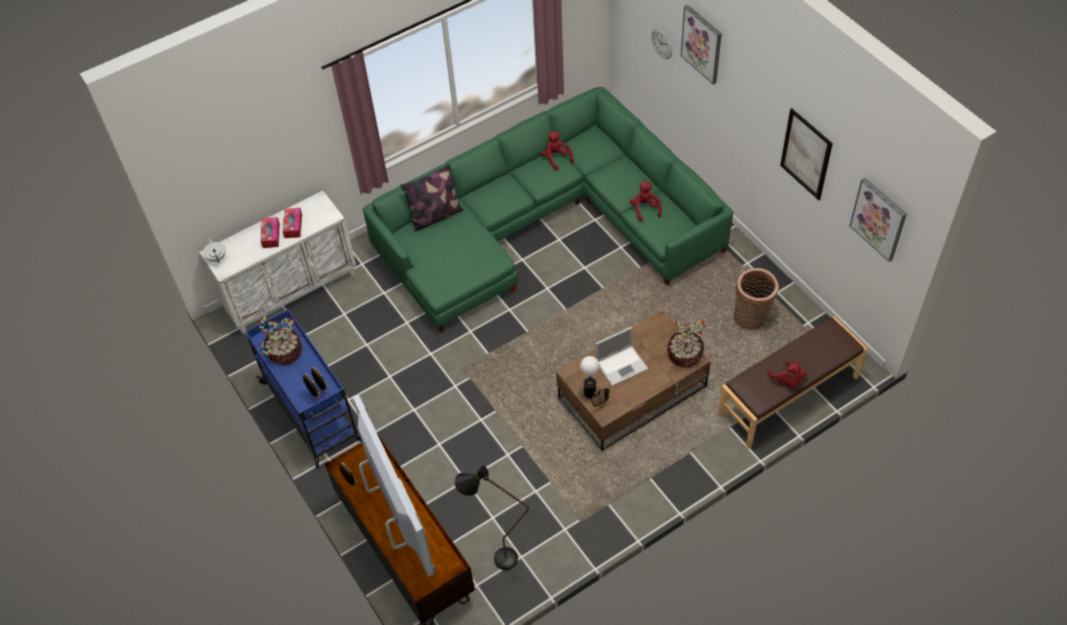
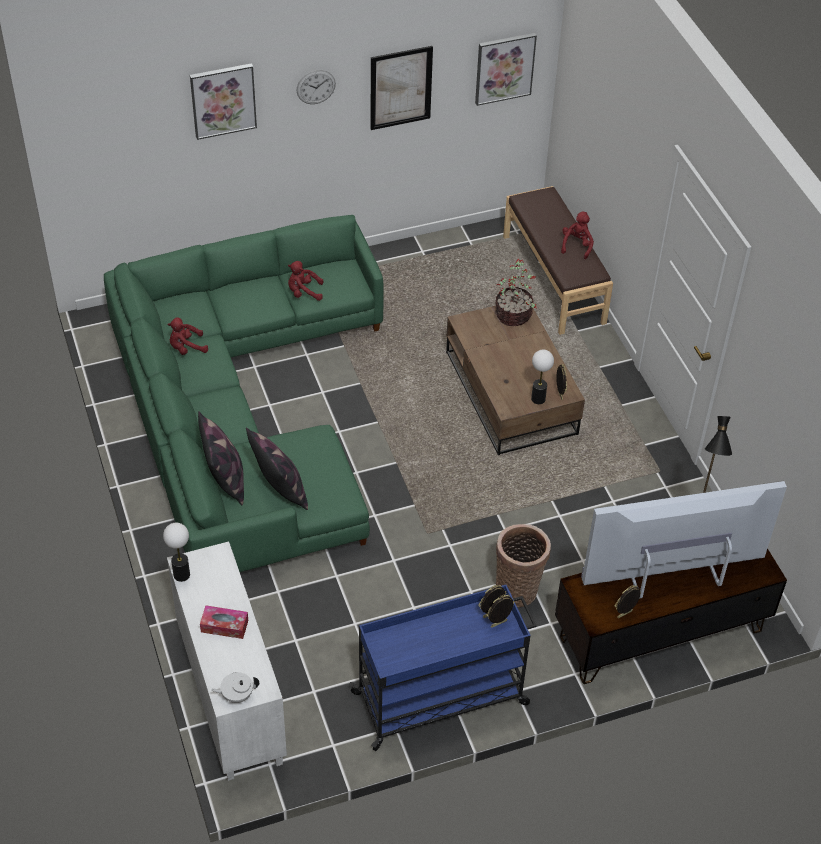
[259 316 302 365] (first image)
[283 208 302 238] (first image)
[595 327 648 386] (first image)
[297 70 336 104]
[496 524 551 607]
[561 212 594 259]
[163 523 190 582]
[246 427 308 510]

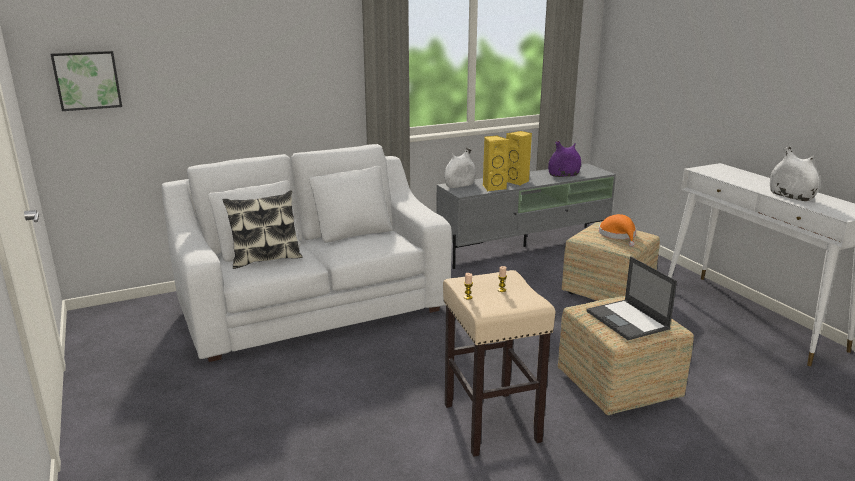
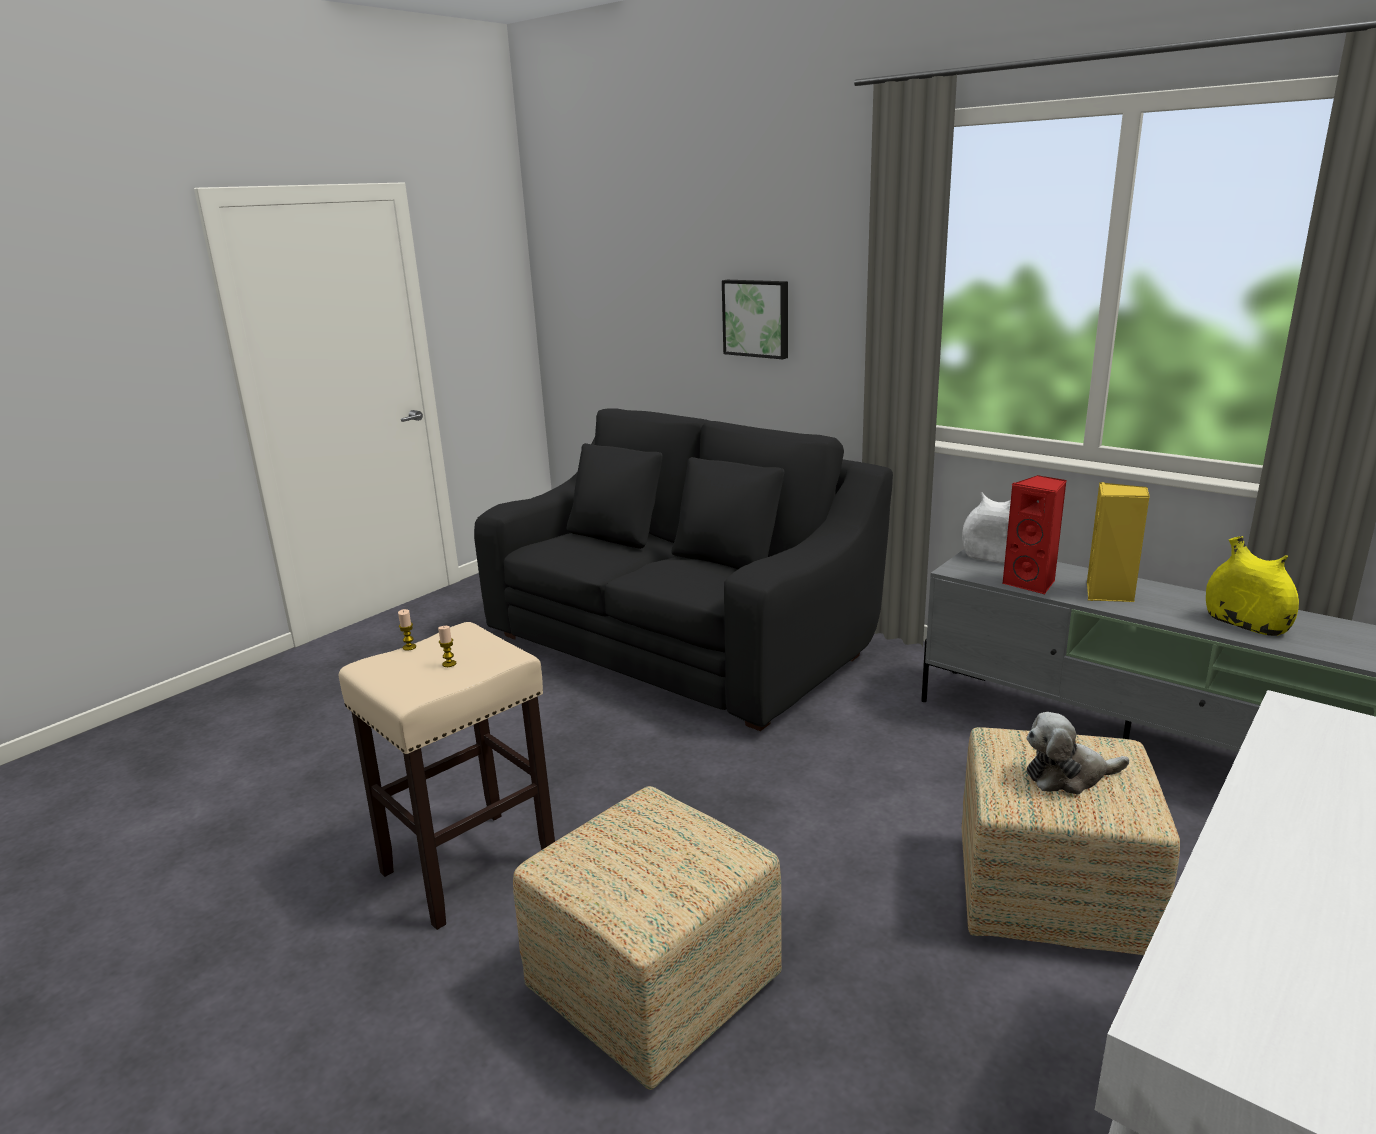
[722 280 788 359]
[474 408 893 731]
[223 190 303 269] (first image)
[1002 475 1067 595]
[1206 536 1299 636]
[586 256 677 340] (first image)
[1026 712 1129 794]
[770 146 819 201] (first image)

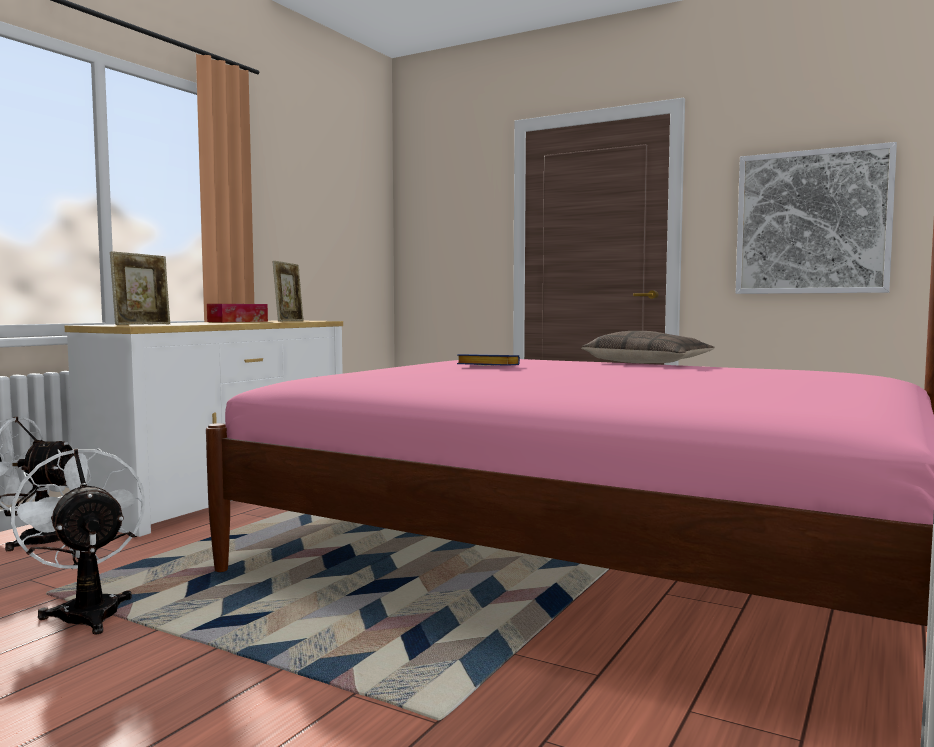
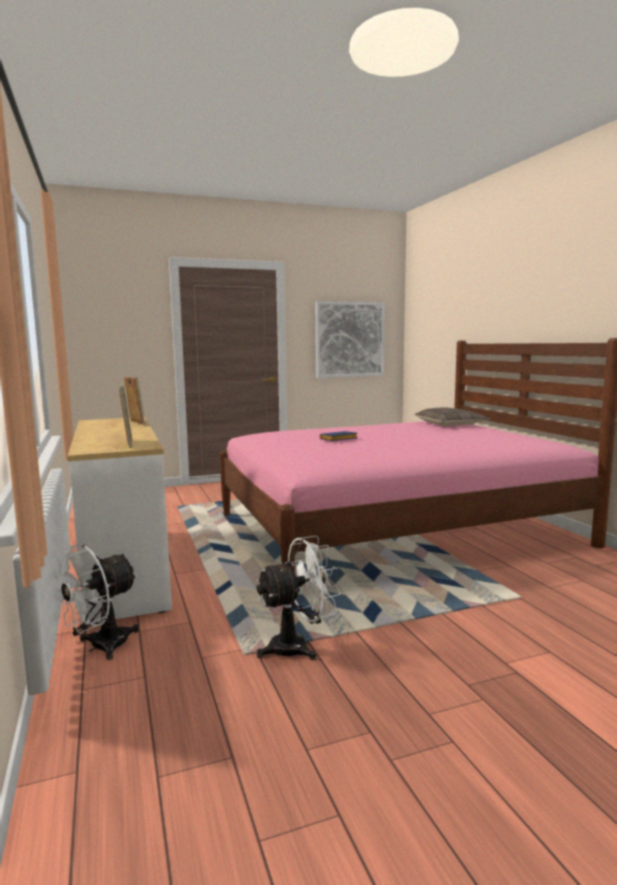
[256 536 341 660]
[207 304 268 322] (first image)
[415 407 490 426]

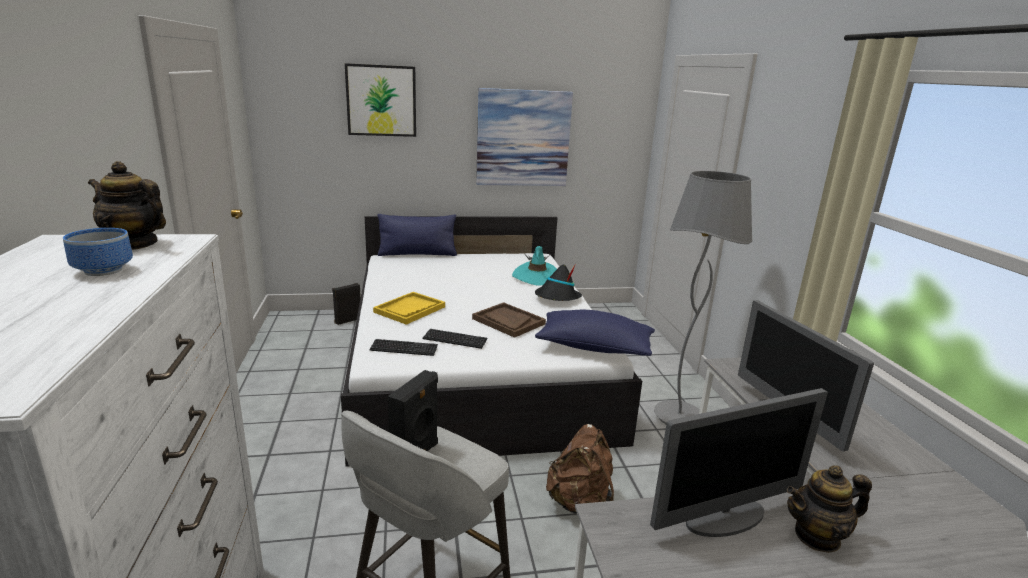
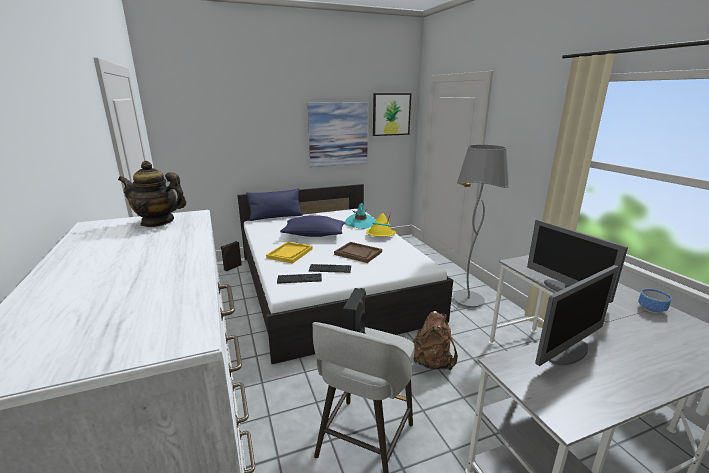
[638 289 672 313]
[373 93 411 136]
[366 213 396 237]
[280 215 345 237]
[787 465 872 553] (first image)

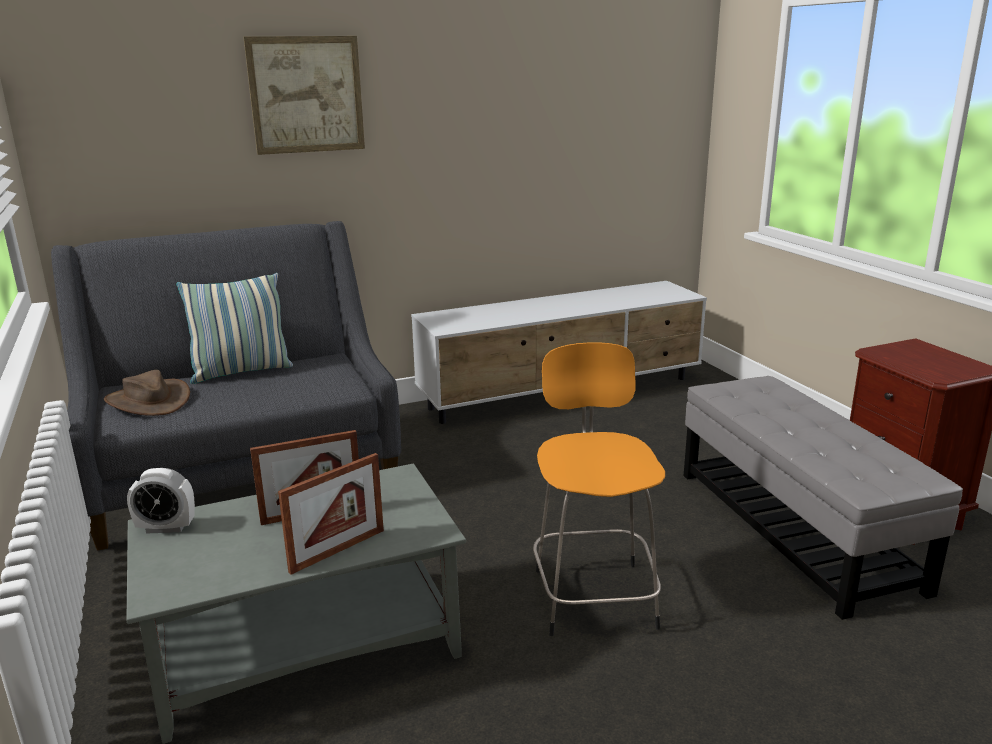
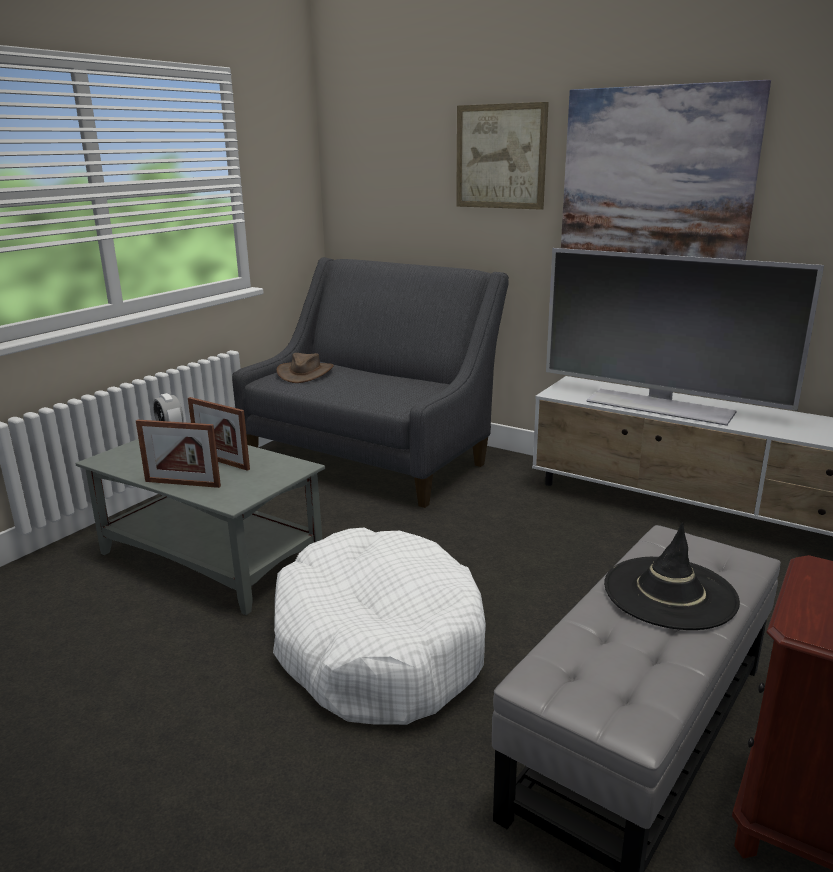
[176 273 293 384] (first image)
[273 528 486 725]
[546 248 824 426]
[561 80 771 260]
[604 523 740 630]

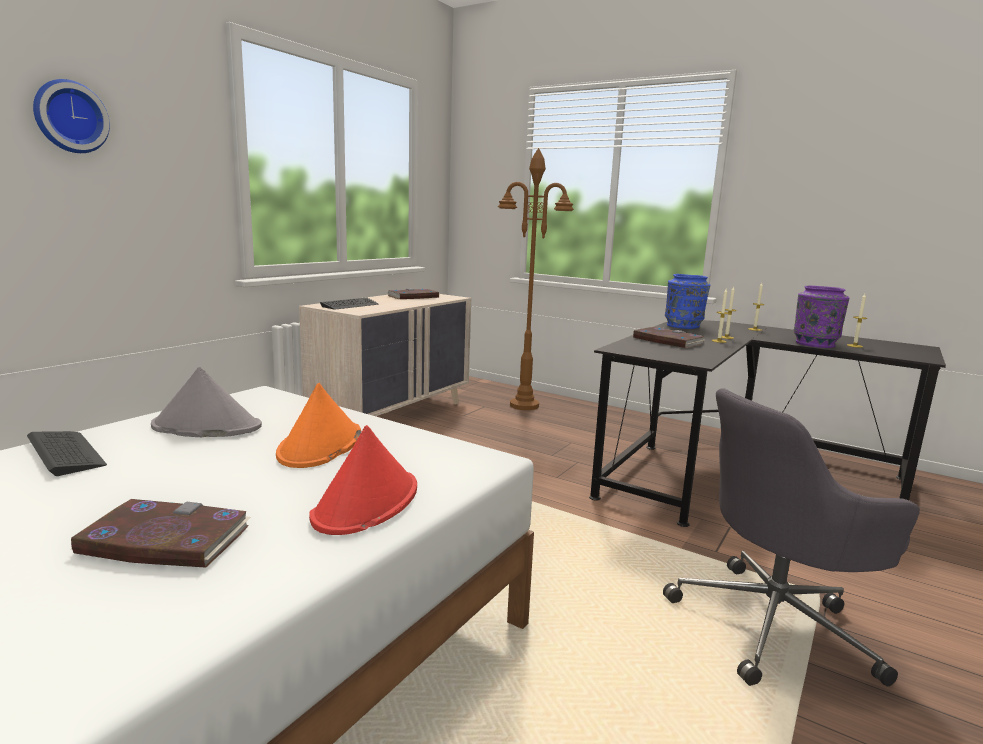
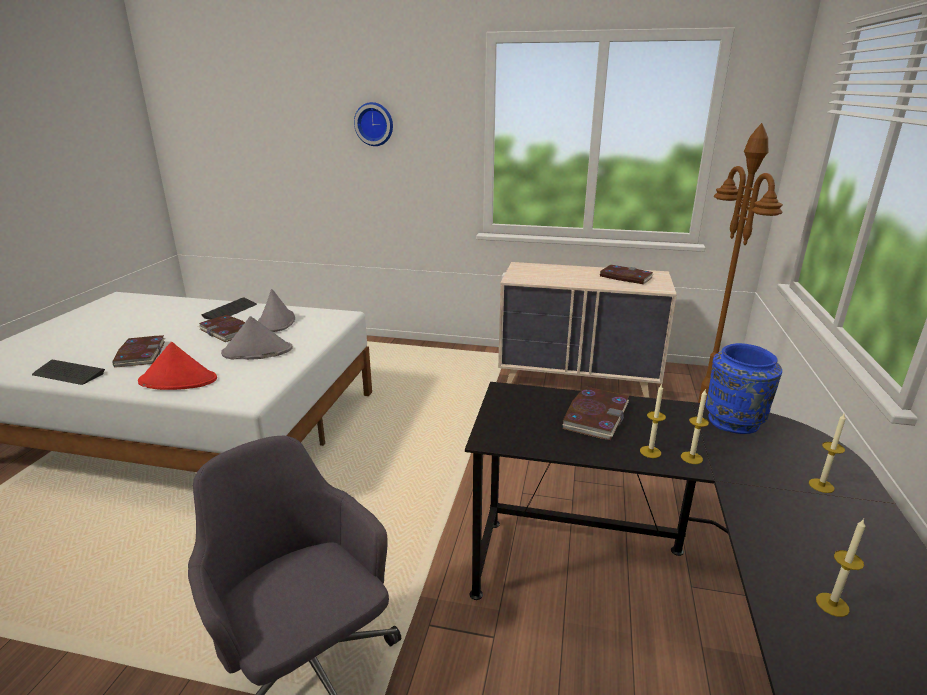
[221 316 293 360]
[32 360 105 385]
[793 286 849 348] (first image)
[198 315 245 342]

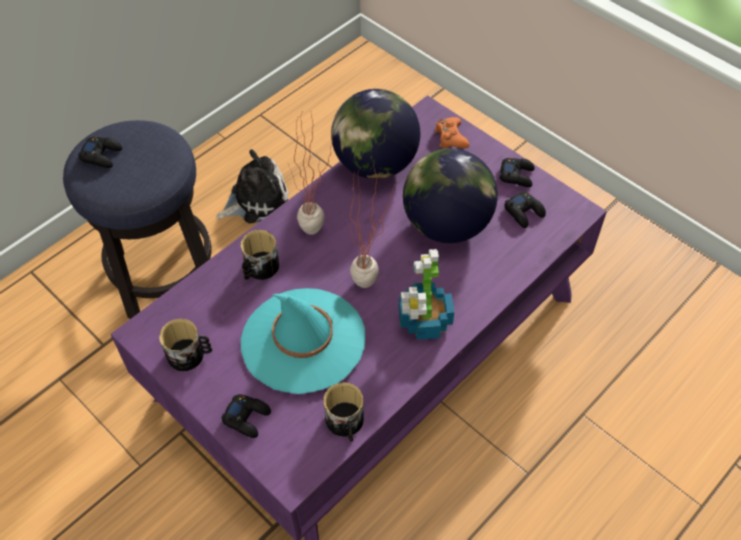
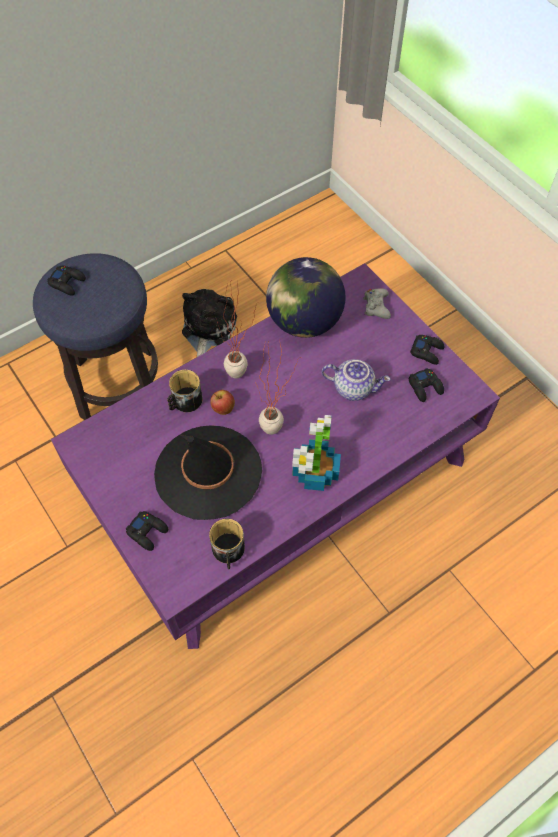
[159 319 212 371] (first image)
[182 289 237 357]
[154 425 262 520]
[322 359 391 401]
[363 289 391 319]
[210 390 235 415]

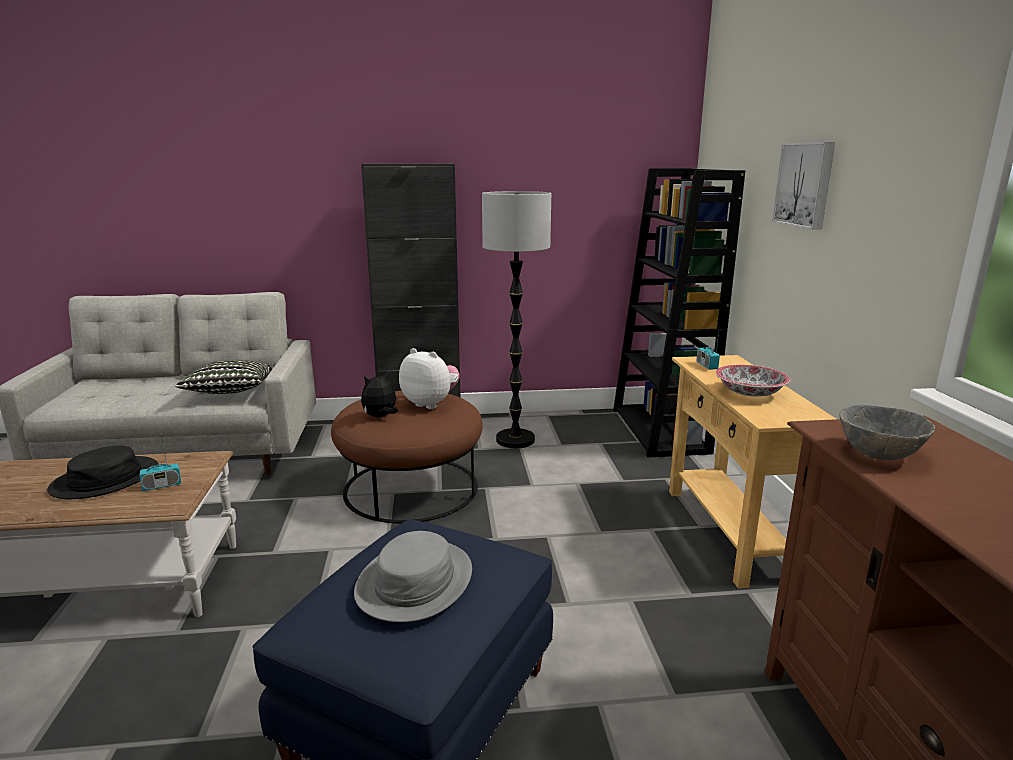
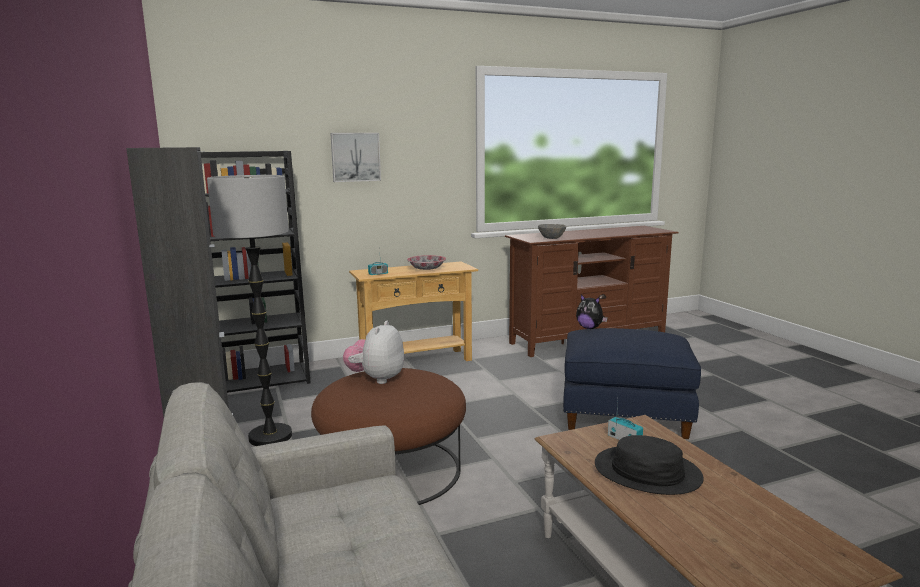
[175 360 273 394] (first image)
[354 531 472 622] (first image)
[576 295 608 329]

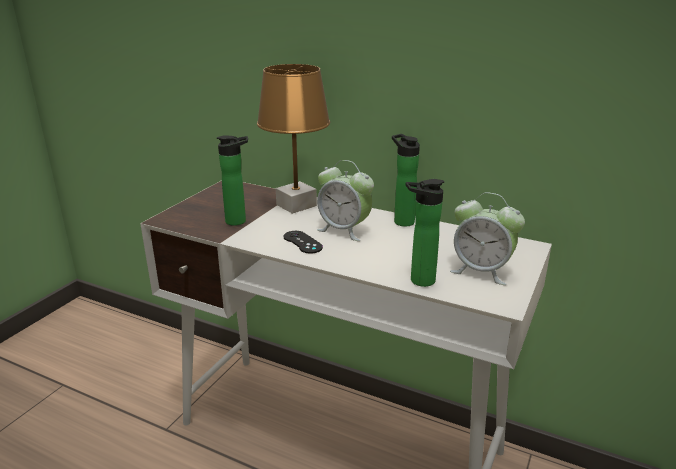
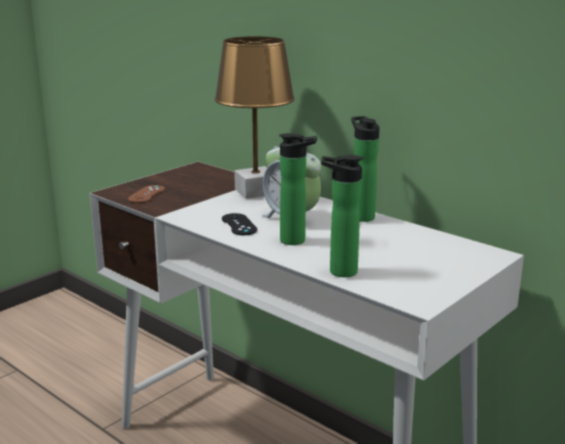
[279 133 317 245]
[450 192 525 285] (first image)
[128 185 165 203]

